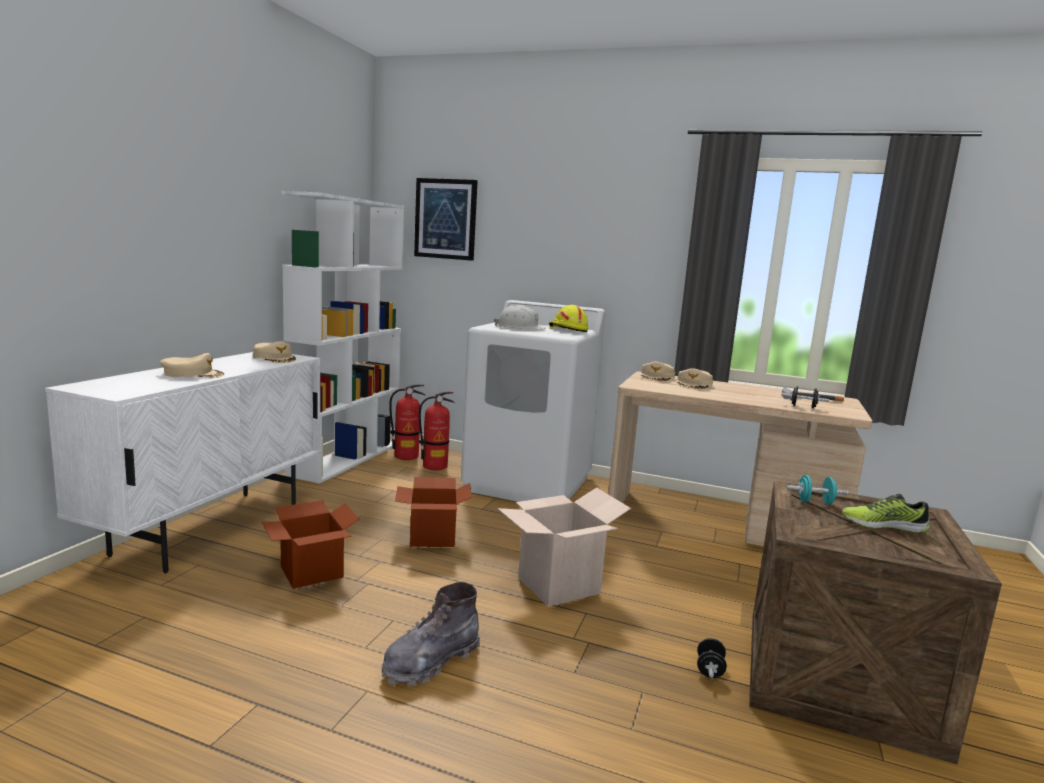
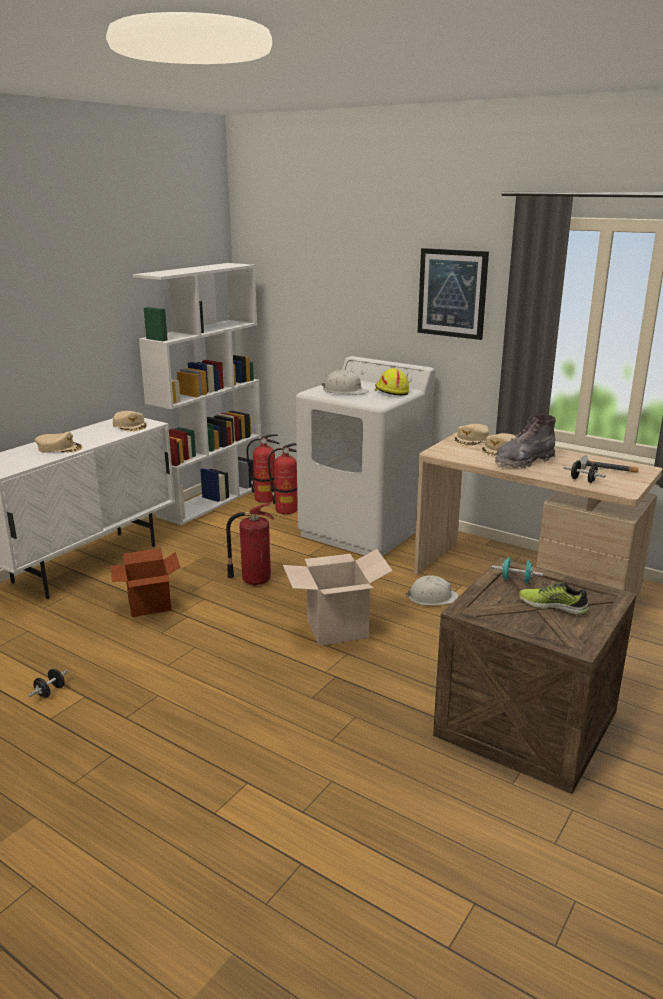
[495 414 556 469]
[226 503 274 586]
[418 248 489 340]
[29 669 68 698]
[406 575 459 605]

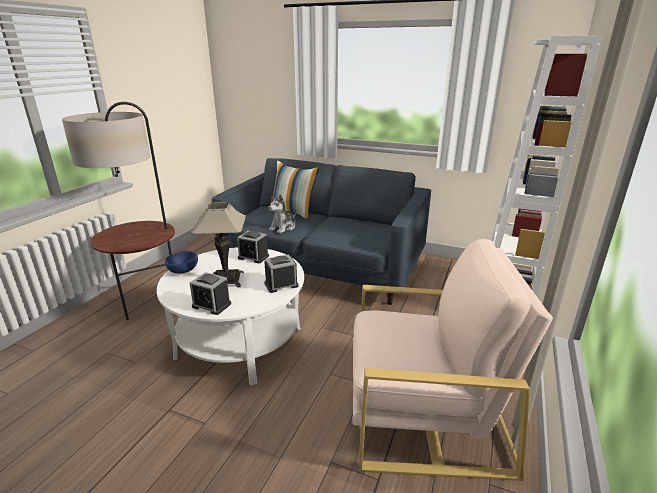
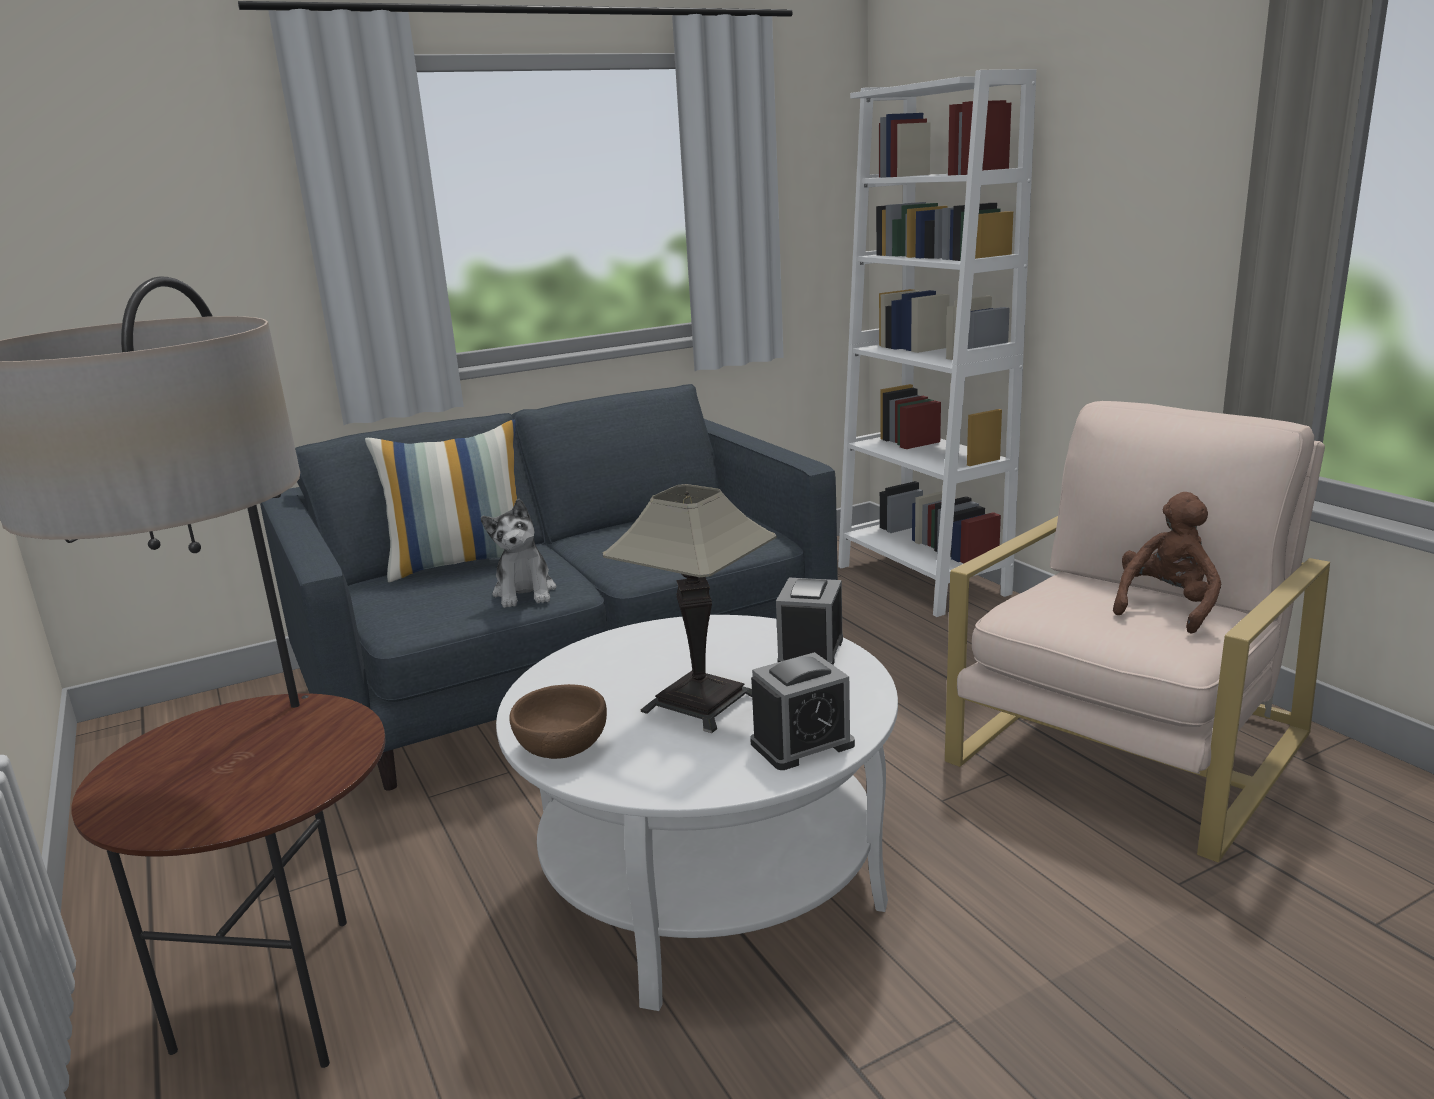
[509 684 607 759]
[237 231 269 263] (first image)
[1113 492 1221 634]

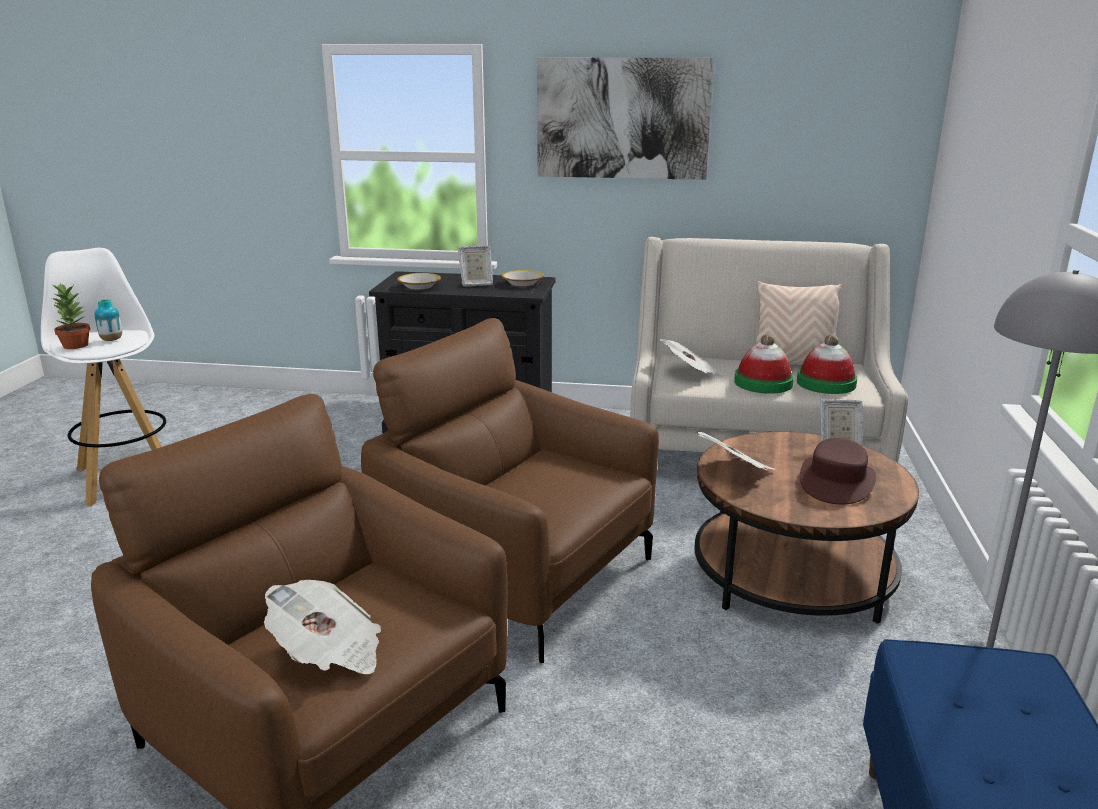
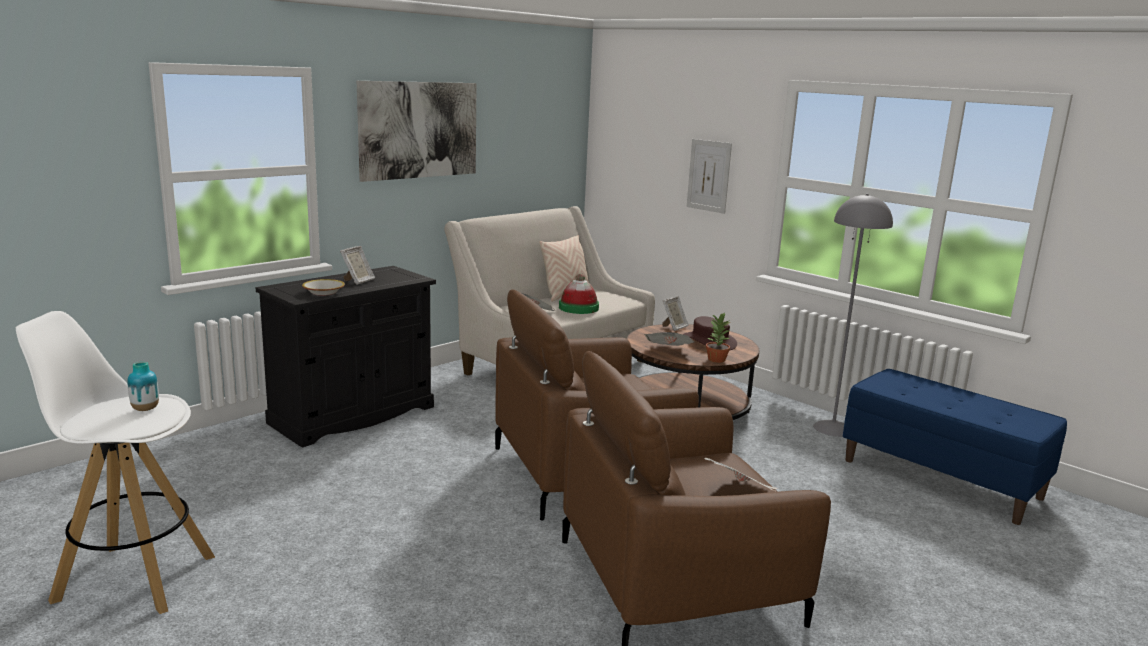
[706 312 730 363]
[501 270 544 287] (first image)
[797 334 857 394] (first image)
[687 139 732 214]

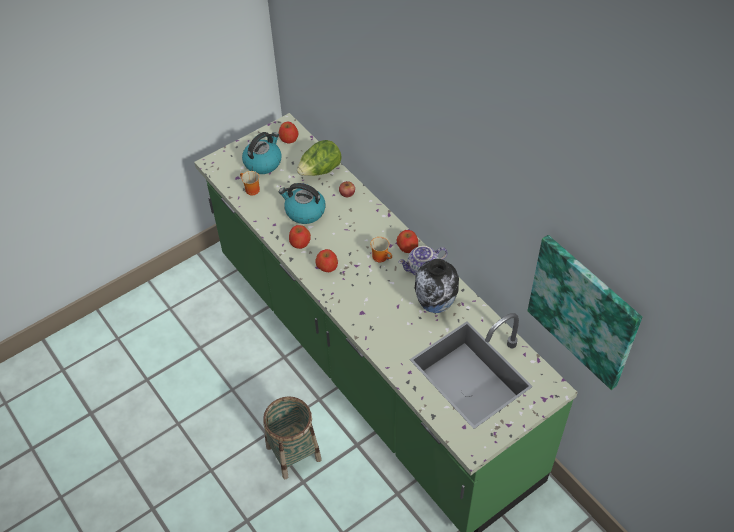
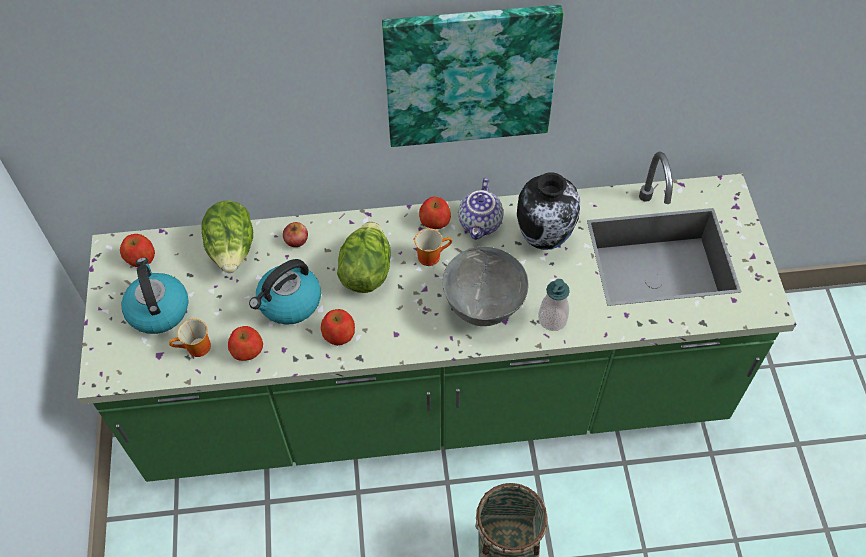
[228 326 263 361]
[382 5 563 147]
[337 221 391 293]
[443 246 529 326]
[538 279 570 331]

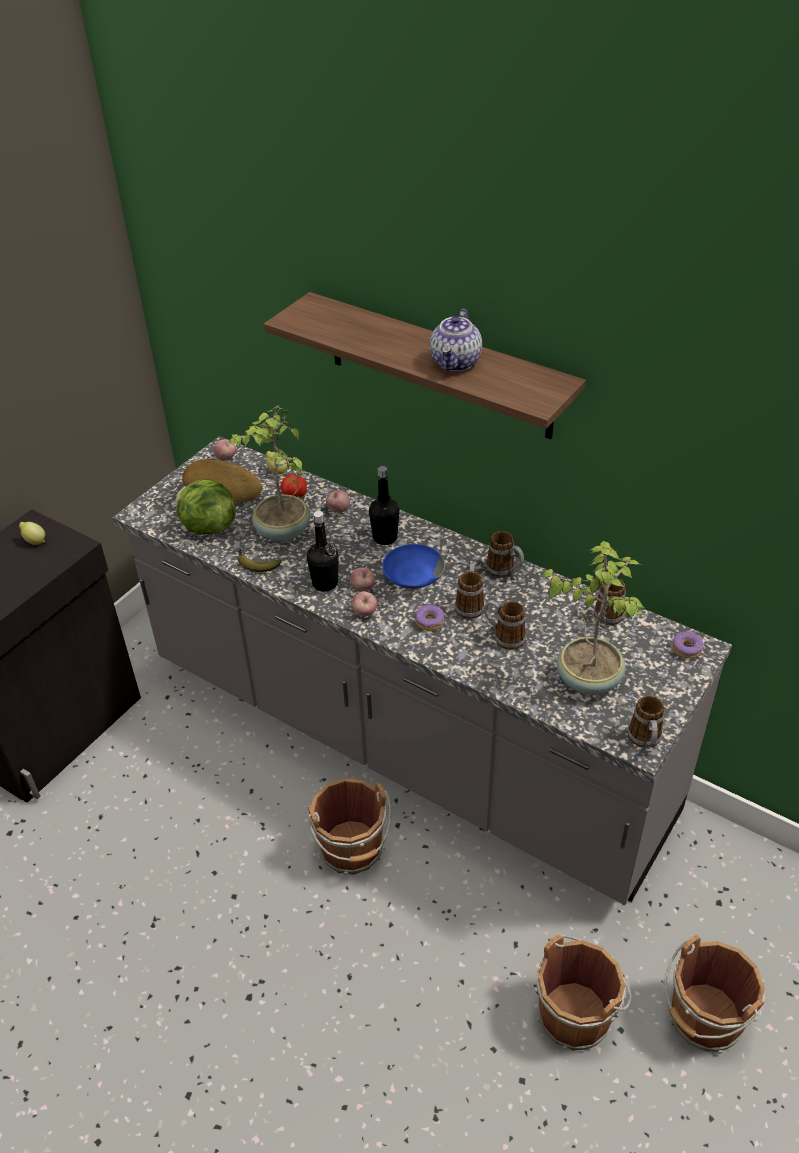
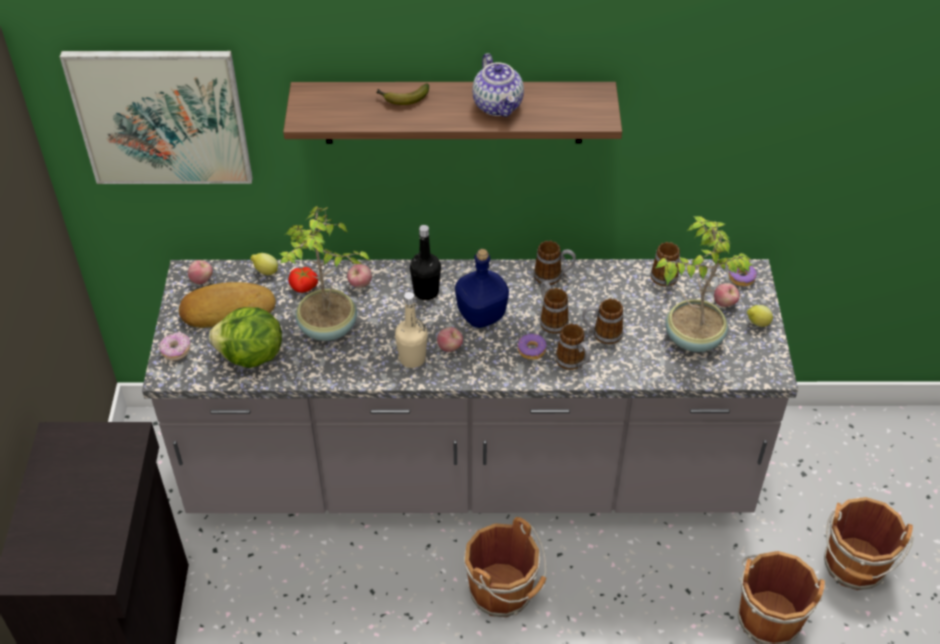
[747 305 773 327]
[376 83 429 105]
[395 292 428 368]
[714 283 740 307]
[455 249 509 328]
[555 324 591 372]
[60 51 253 184]
[159 332 190 361]

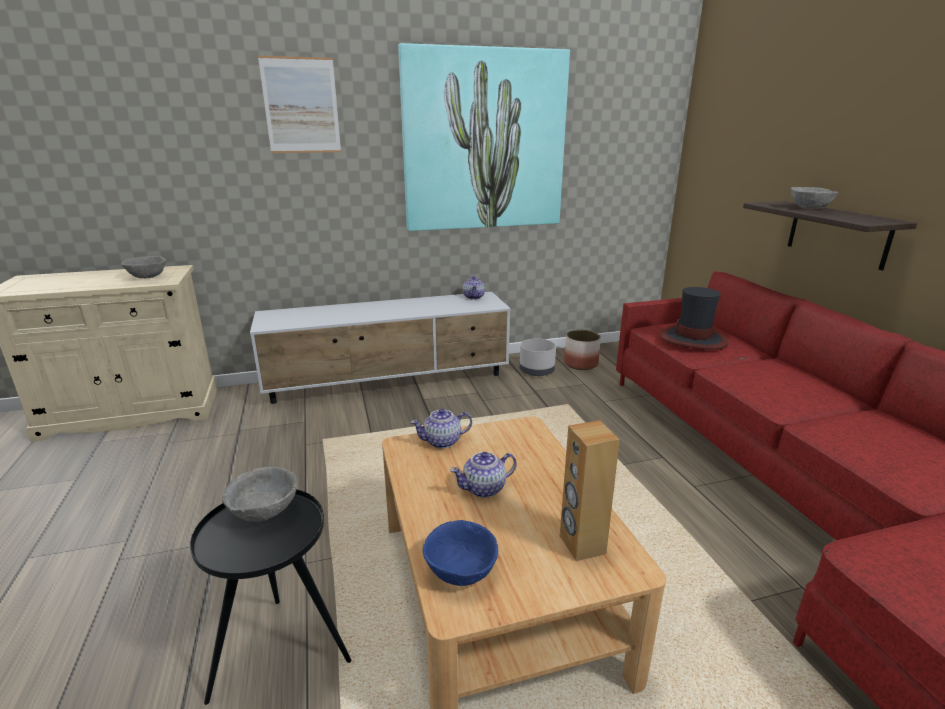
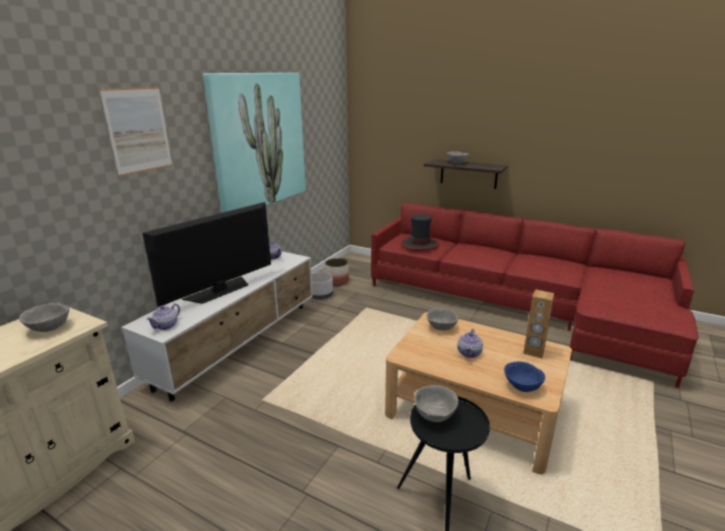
[146 304 180 330]
[142 202 271 307]
[427 308 458 331]

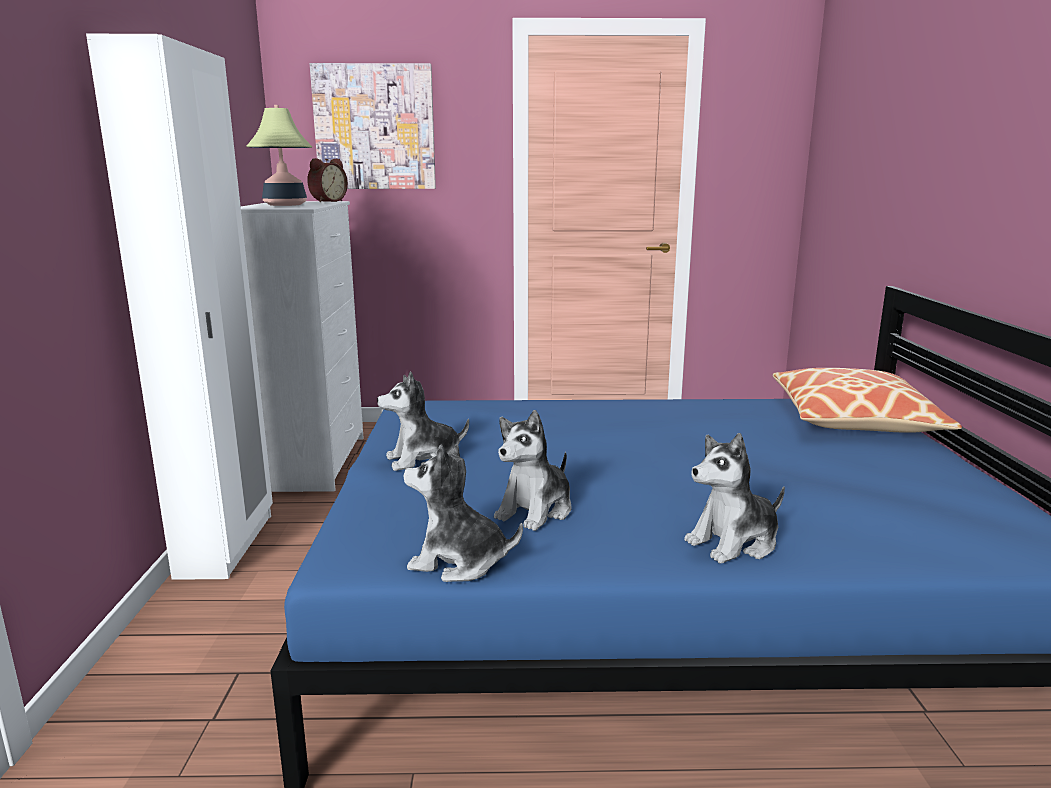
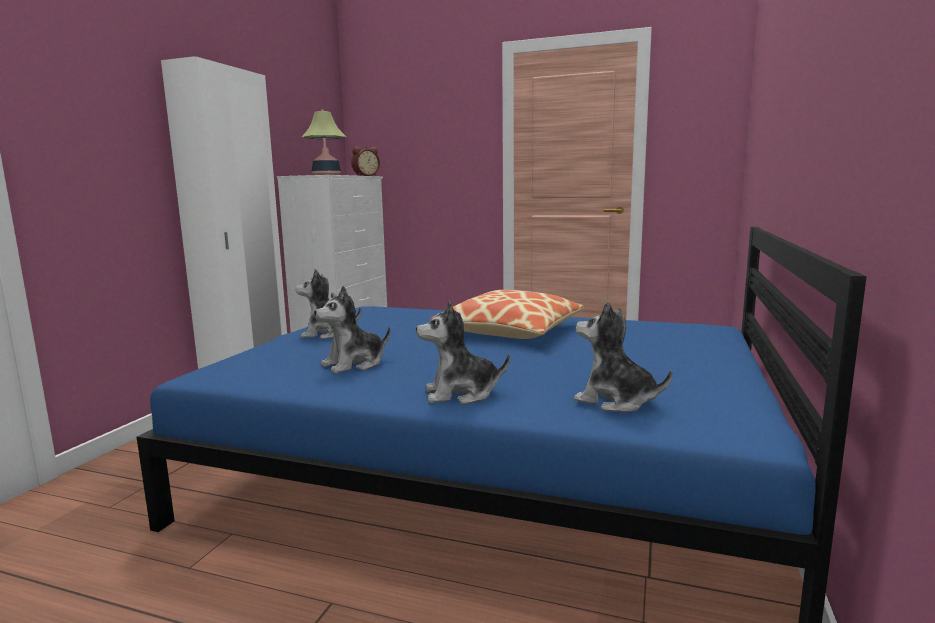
[310 63 436 189] (first image)
[573 301 672 413]
[431 290 584 339]

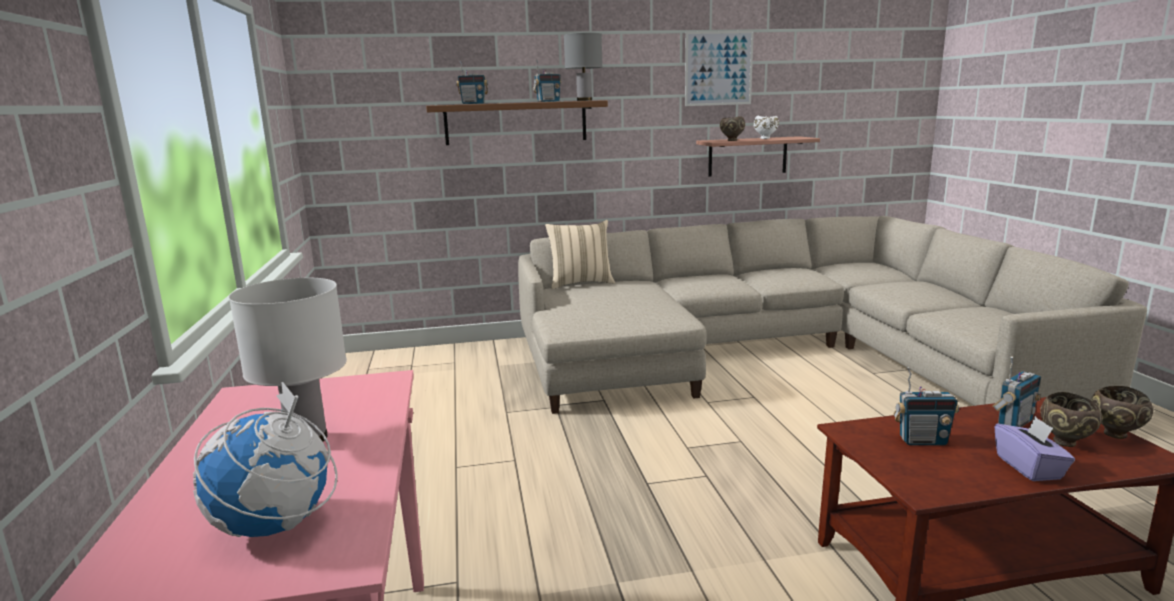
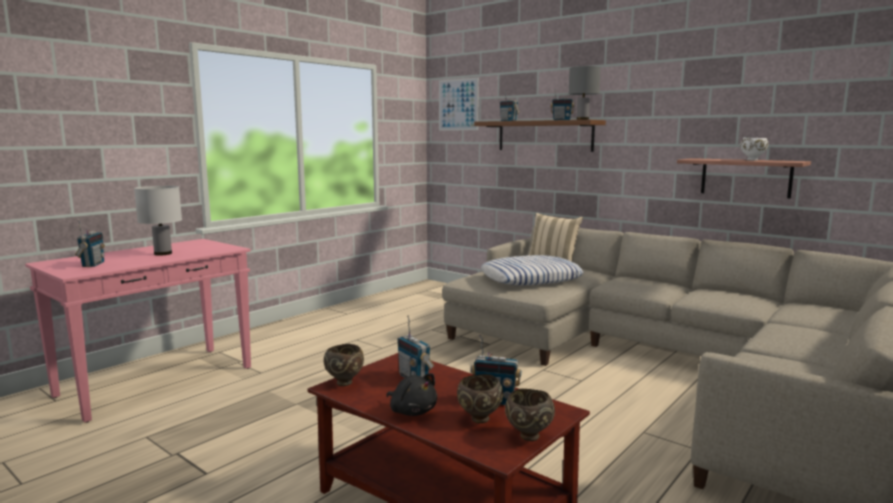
[75 219 105 267]
[439 78 479 131]
[324 344 364 386]
[386 373 437 416]
[481 255 584 286]

